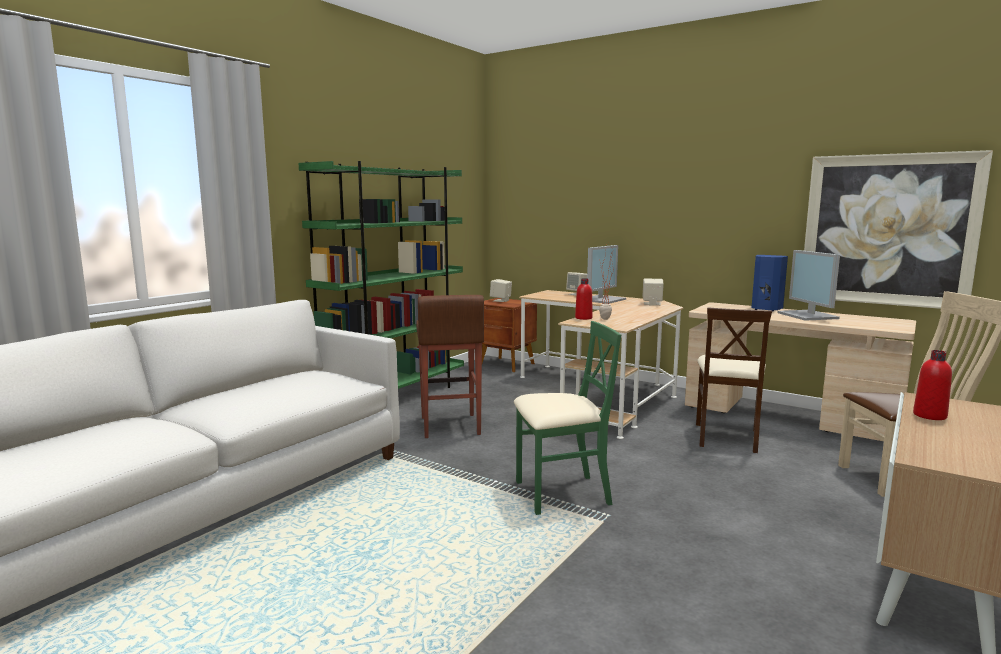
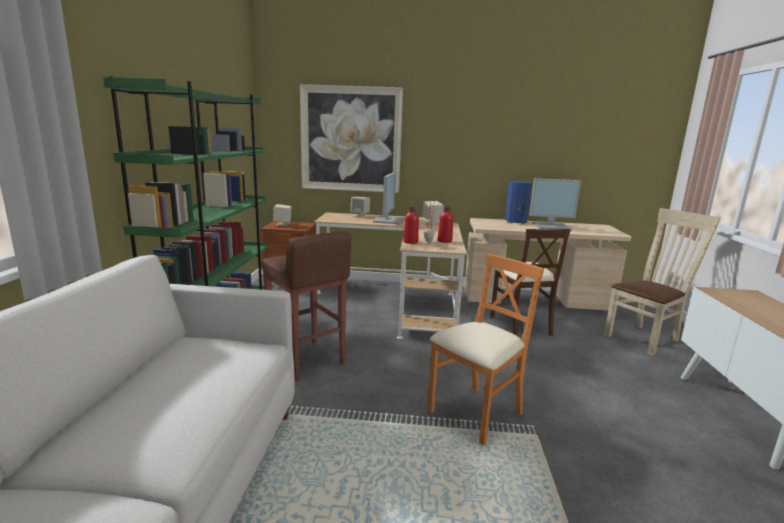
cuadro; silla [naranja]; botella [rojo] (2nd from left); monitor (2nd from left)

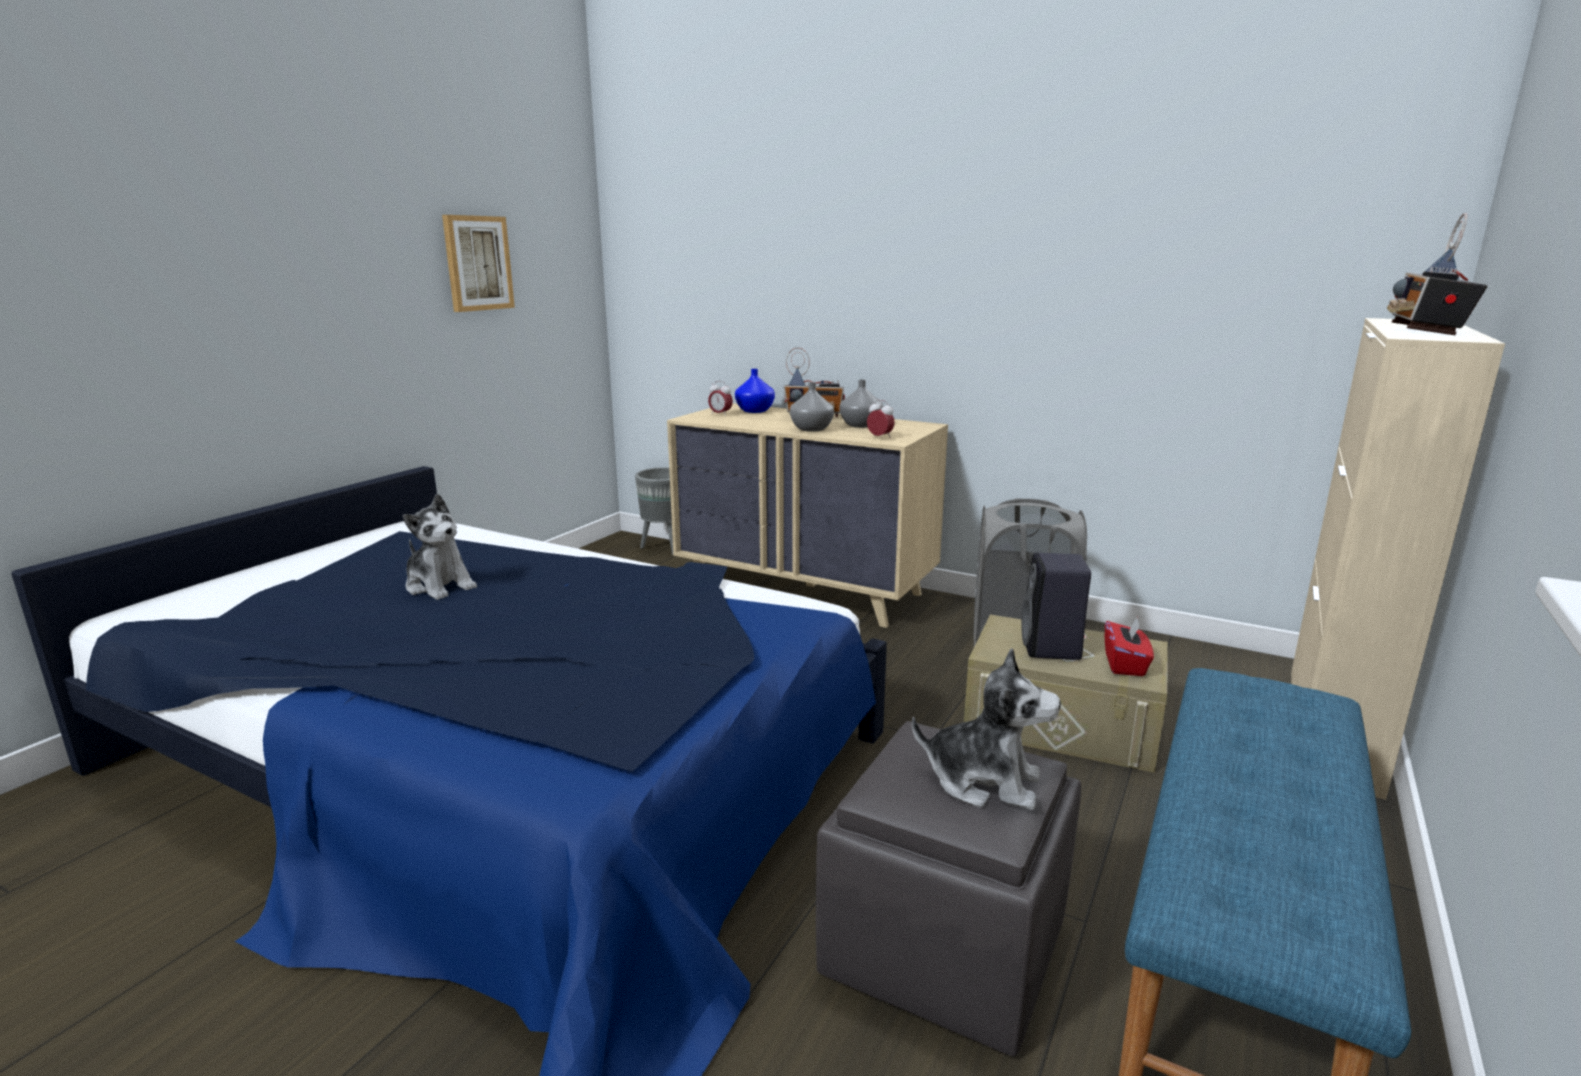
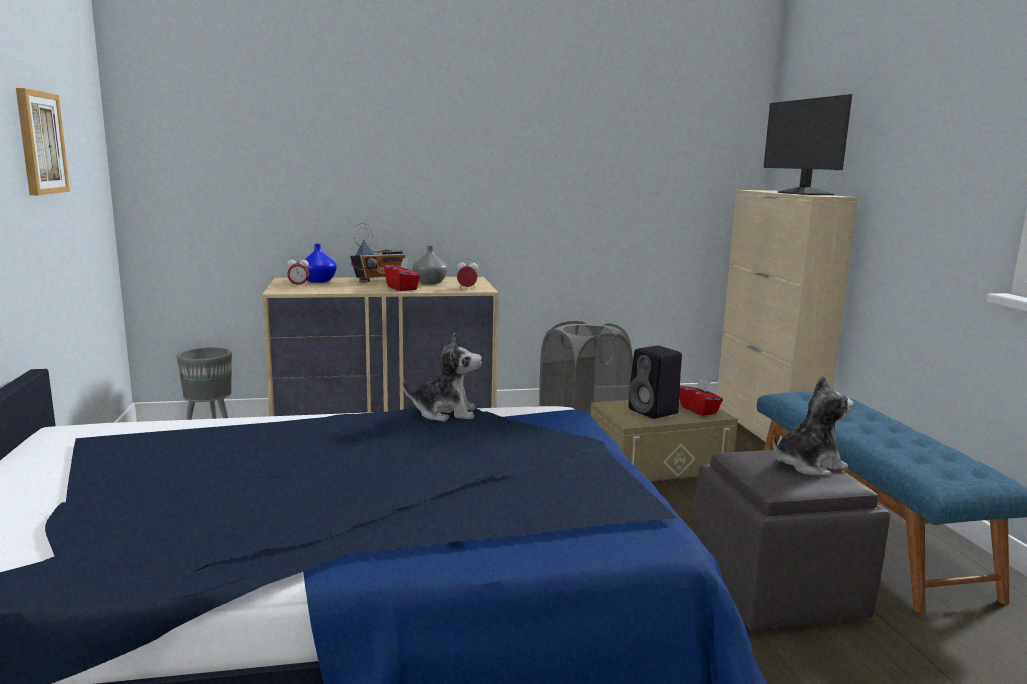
caja de pañuelos [rojo] (1st from left); peluche (1st from left); monitor

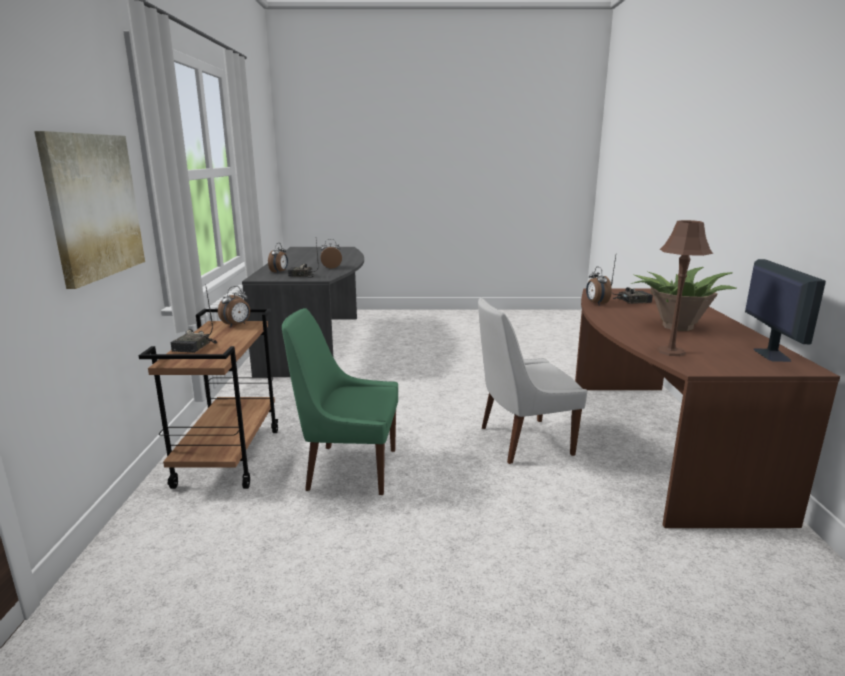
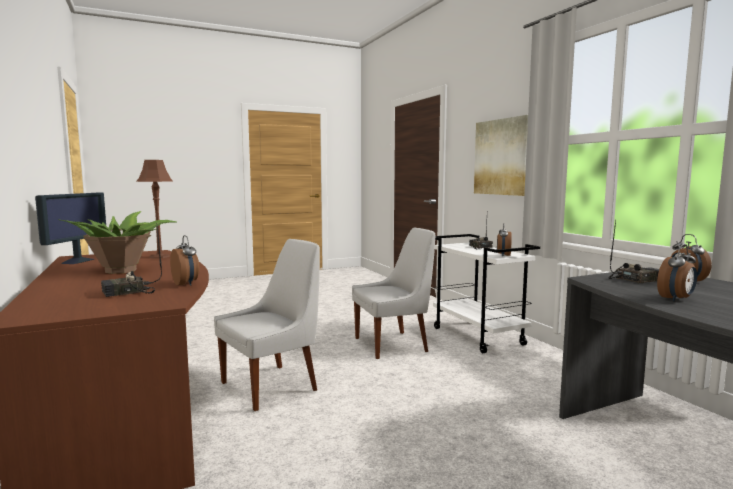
monitor; silla [blanco] (2nd from left); carrito [blanco]

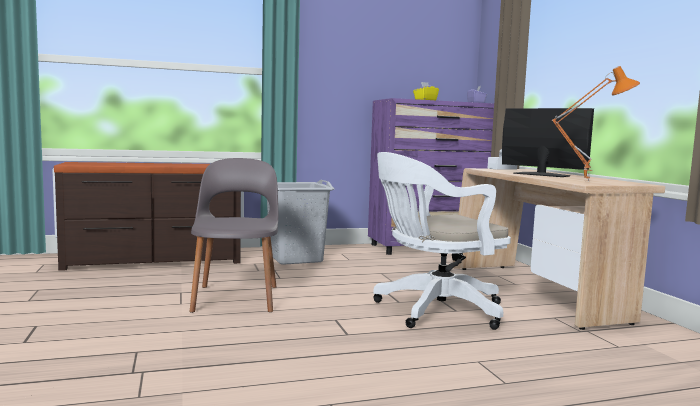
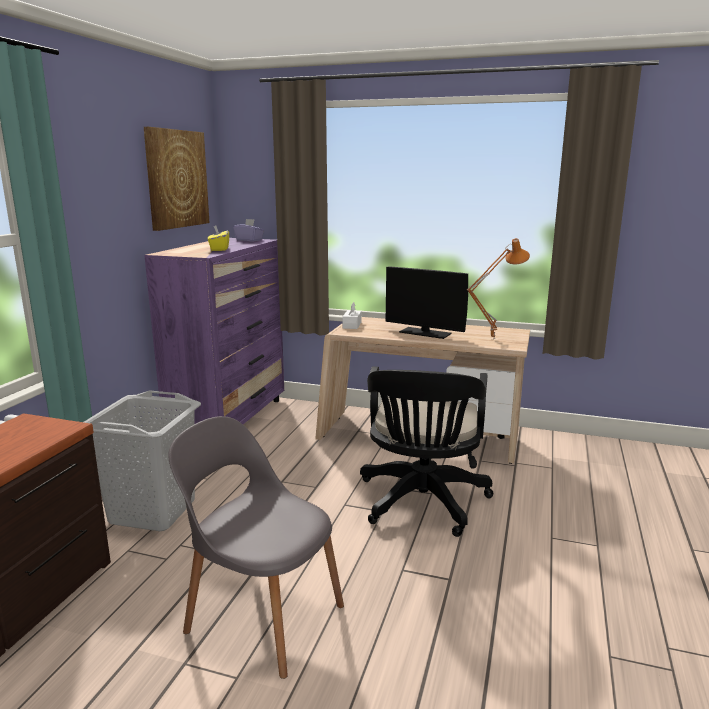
cuadro; silla de oficina [negro]; monitor

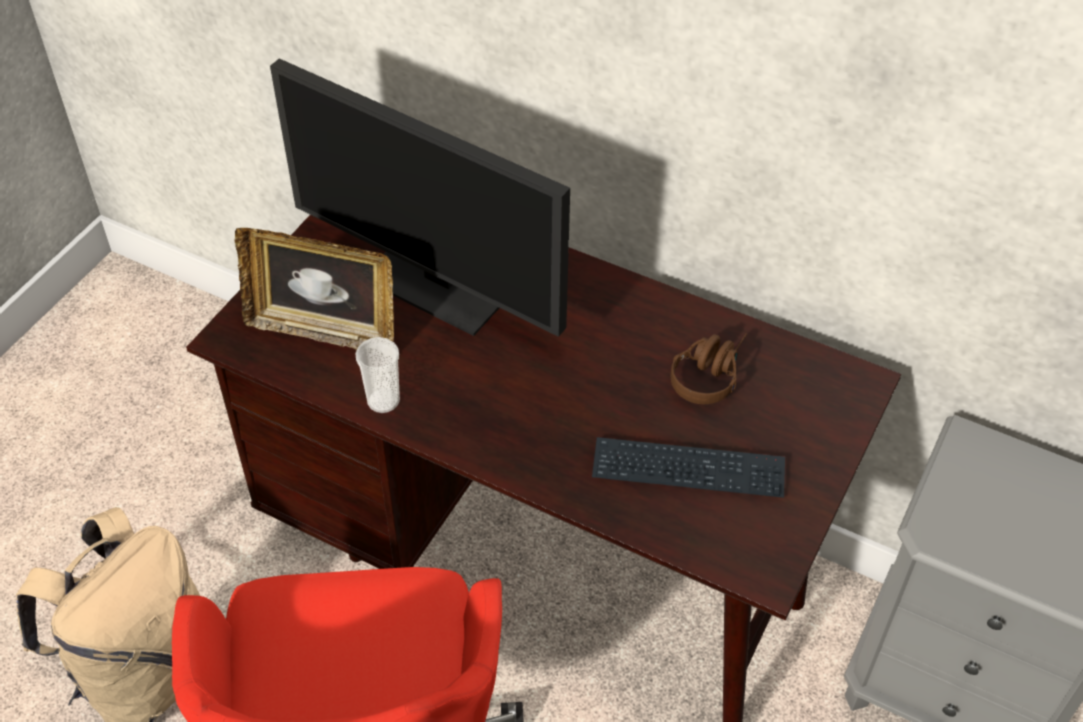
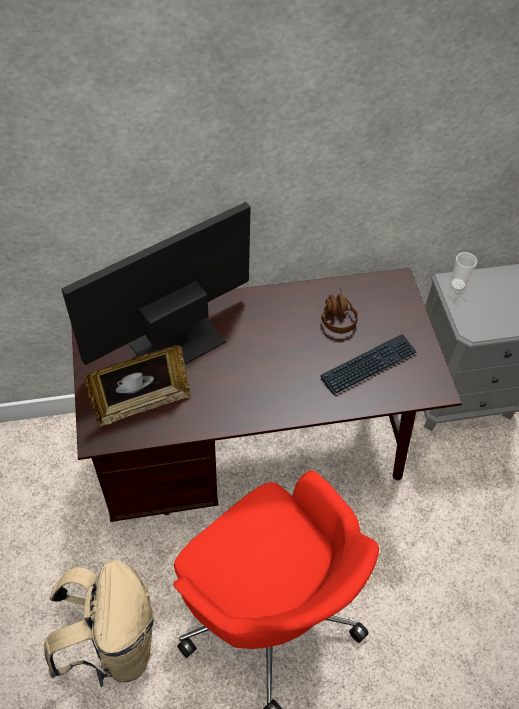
monitor; taza

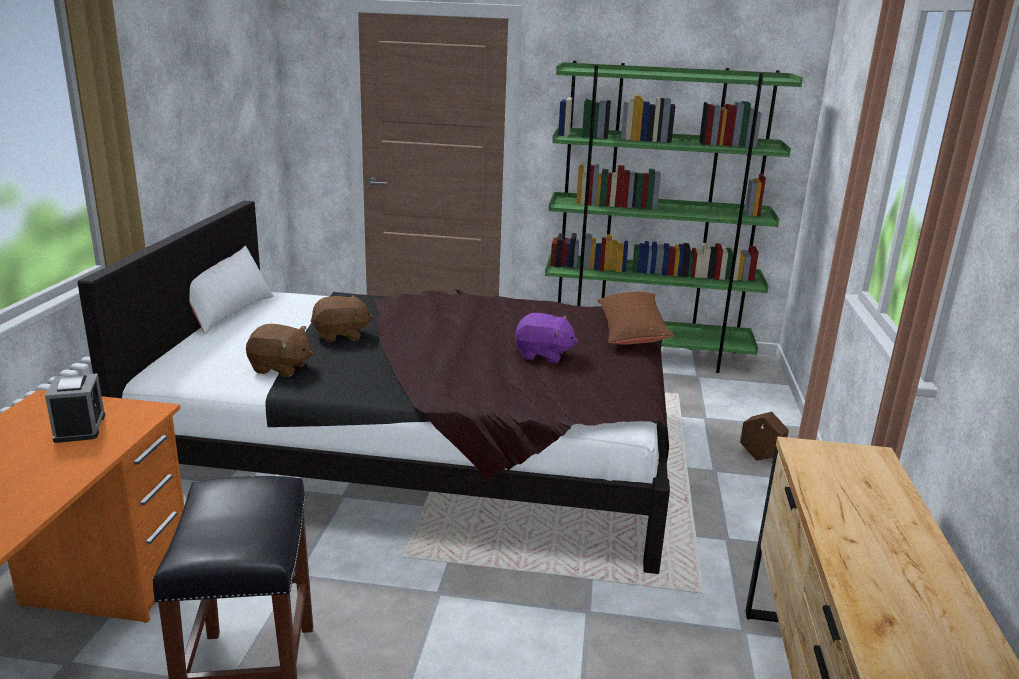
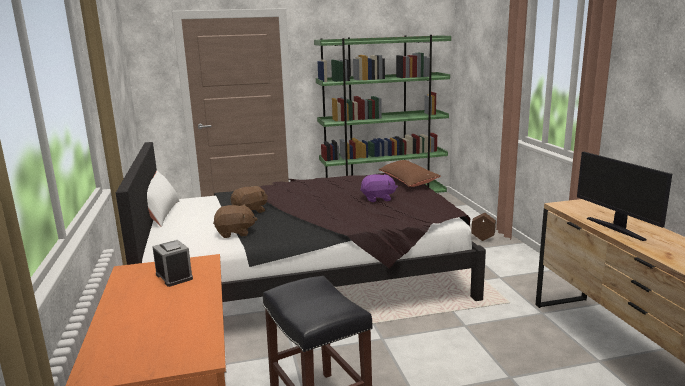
monitor

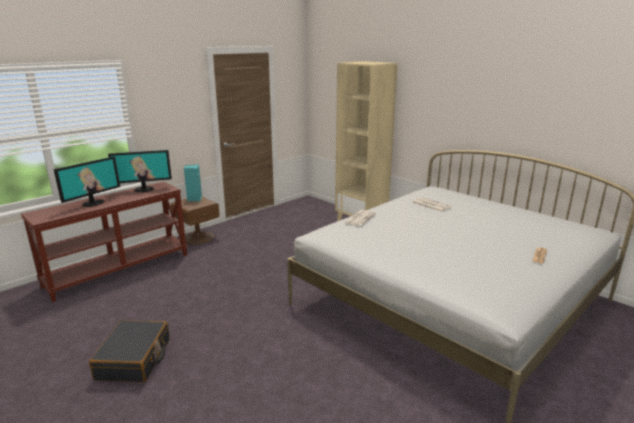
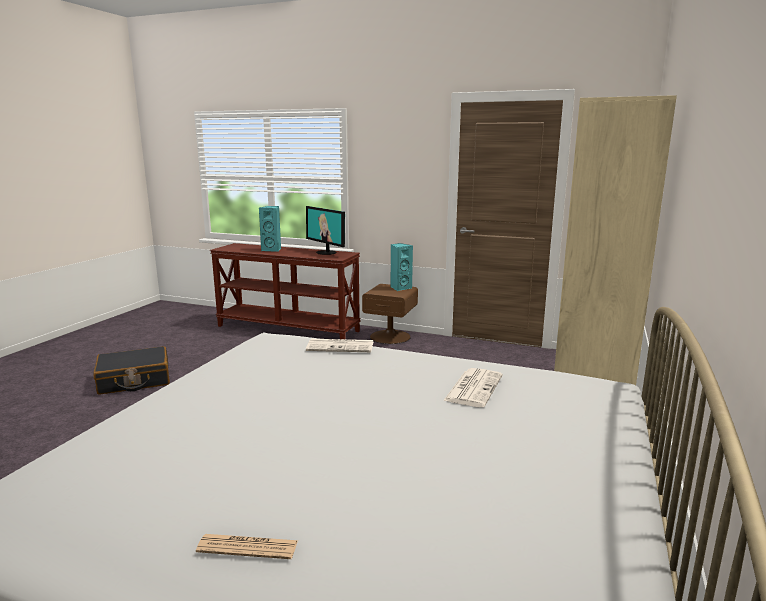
altavoz [turquesa] (1st from left)

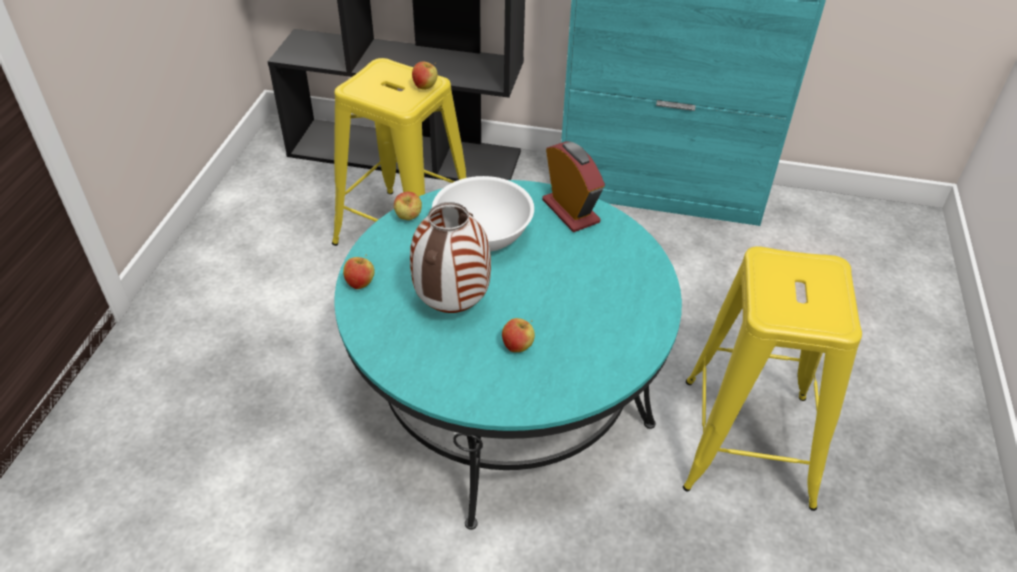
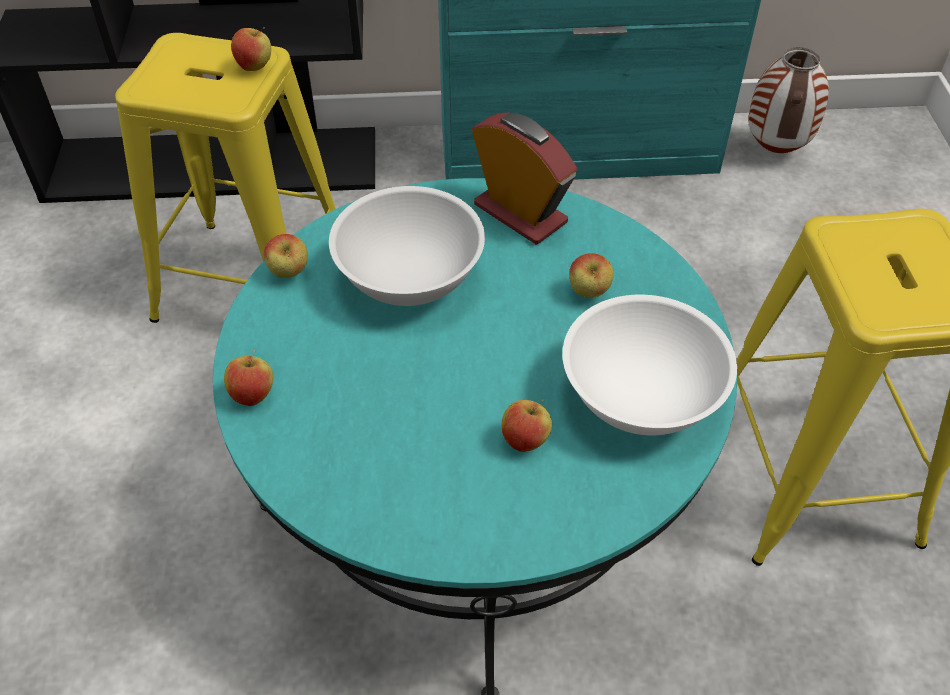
cuenco [blanco] (2nd from left); manzana (5th from left); florero

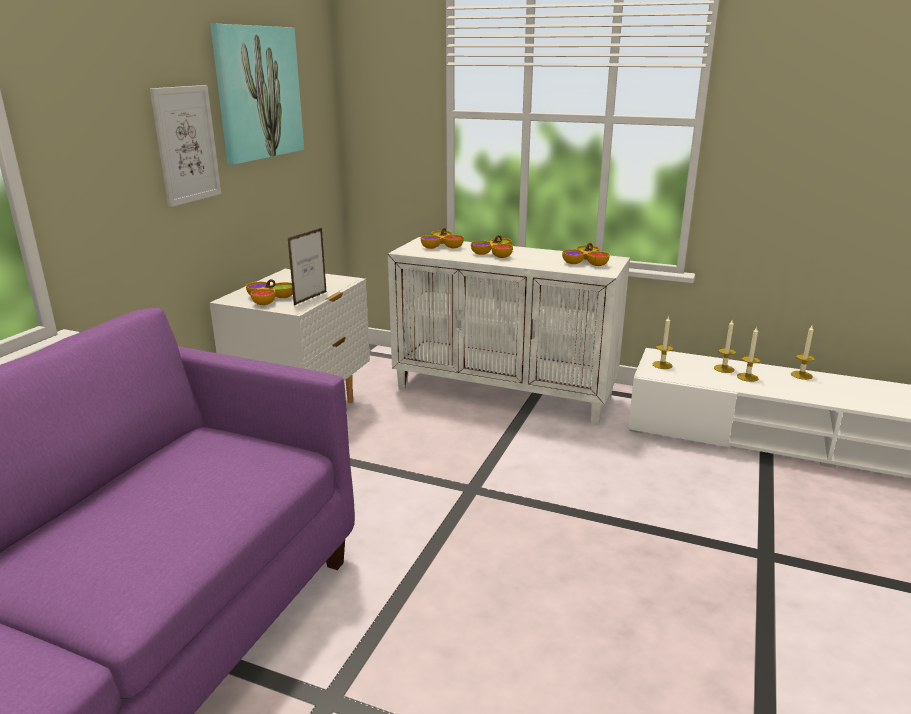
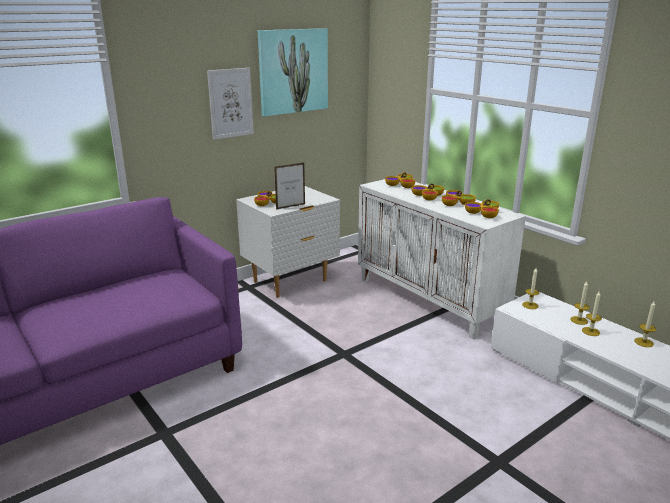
cuenco (4th from left)

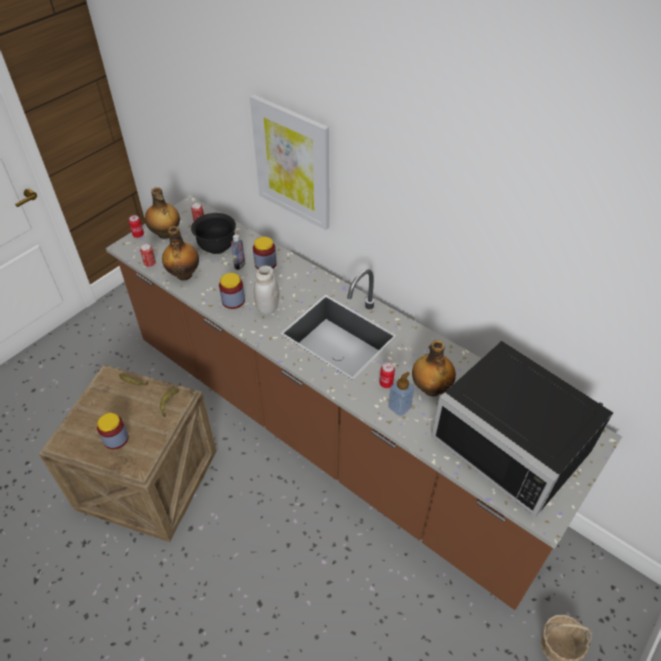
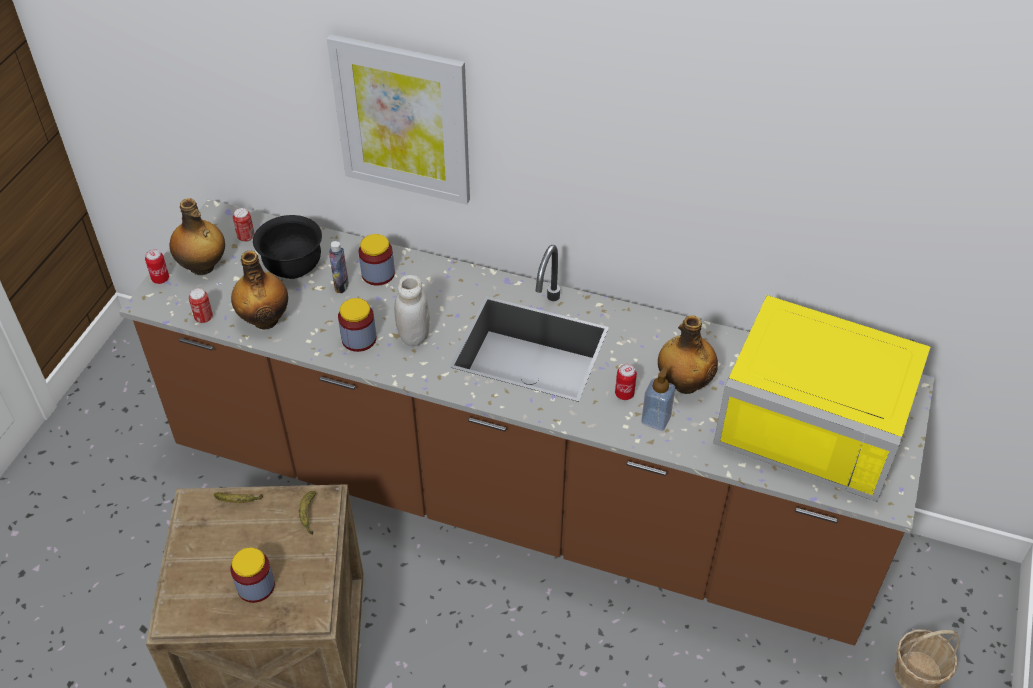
microondas [amarillo]

